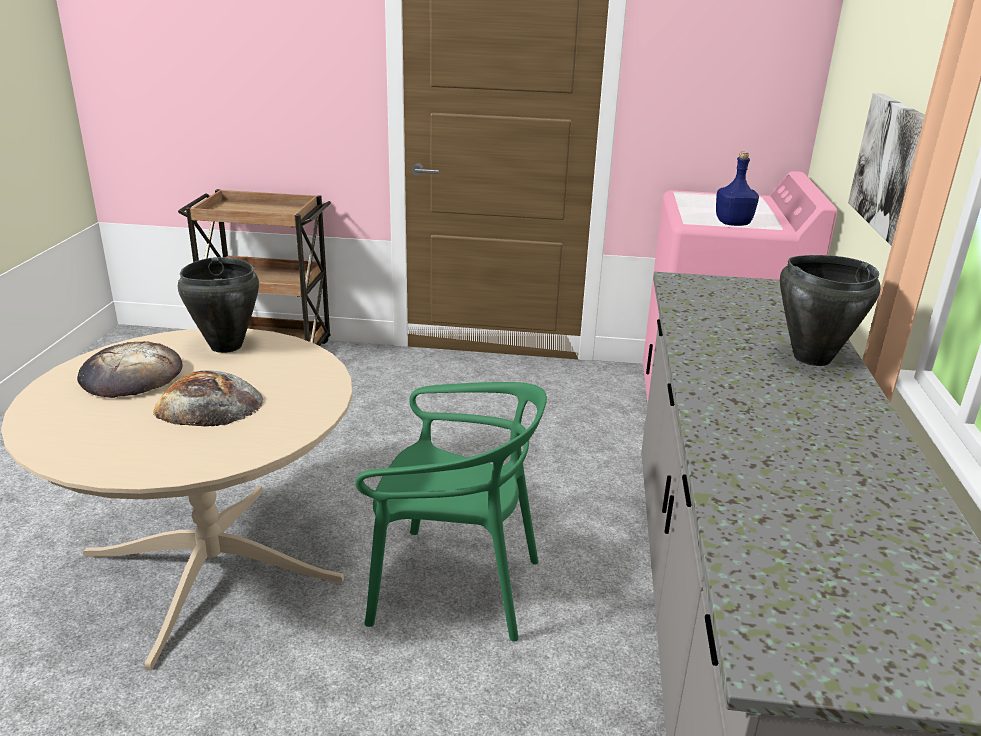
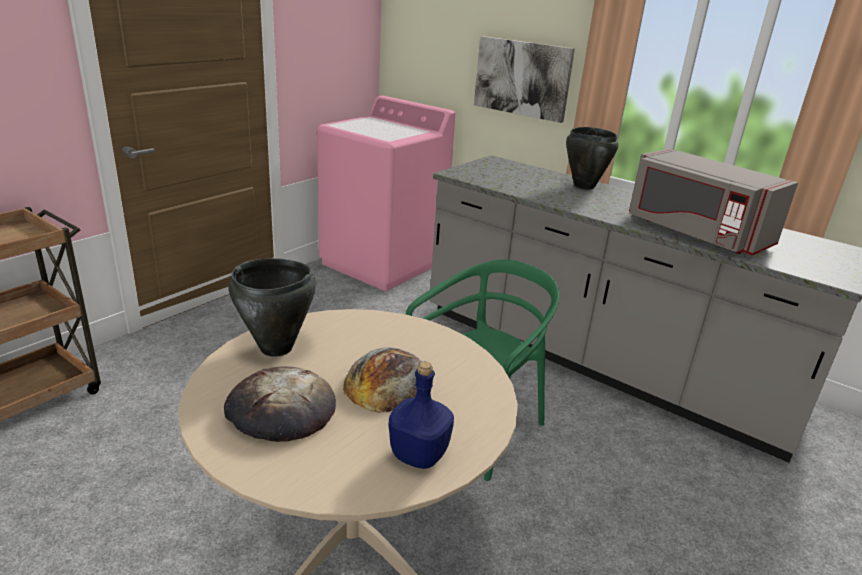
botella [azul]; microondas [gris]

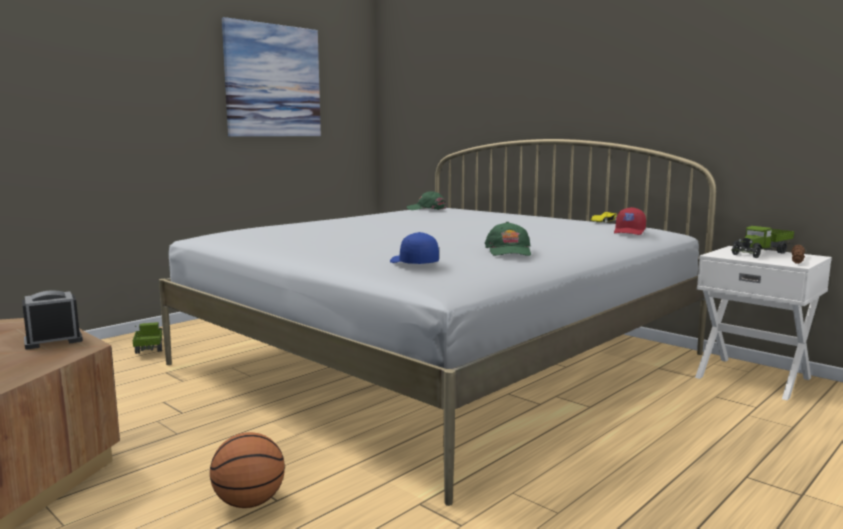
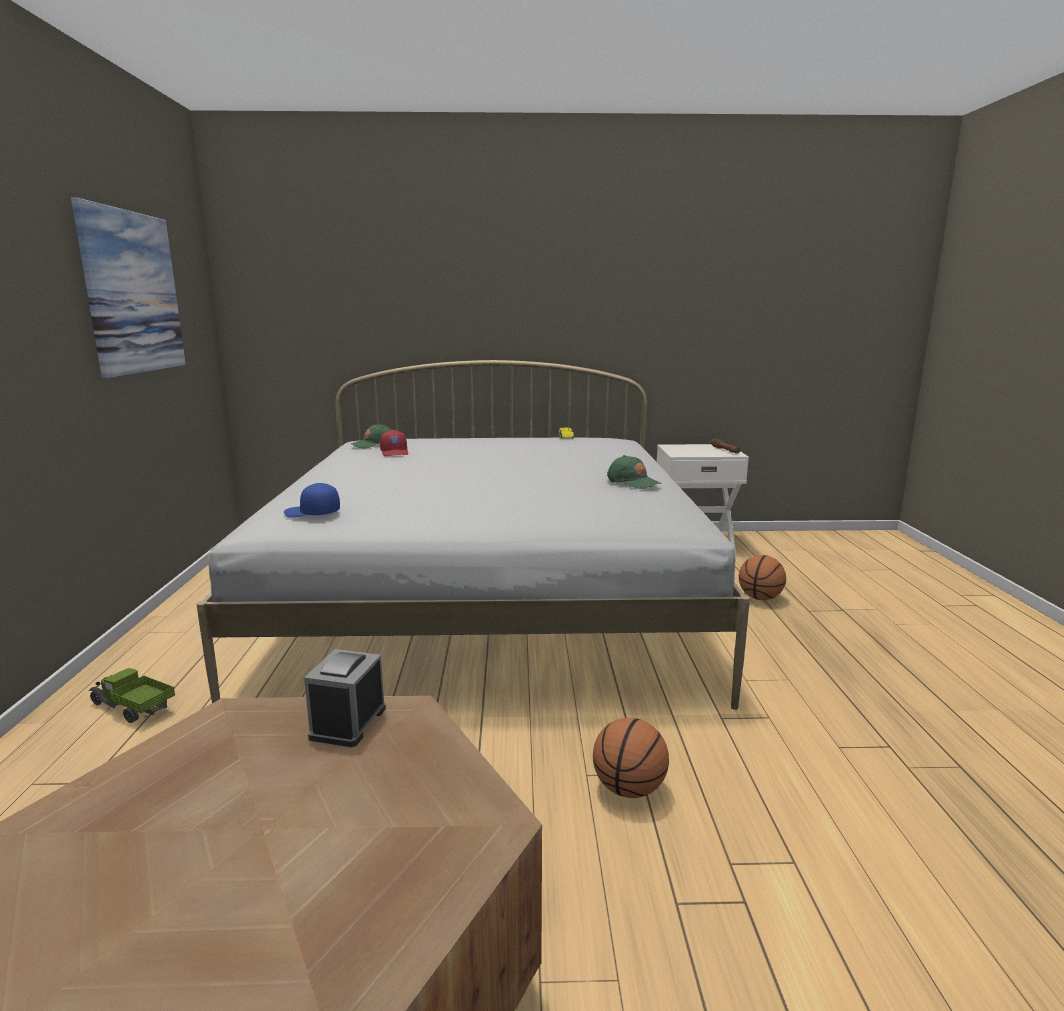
gorra [azul]; gorra [rojo]; balón de baloncesto (2nd from left); camión de juguete (2nd from left in the first image)

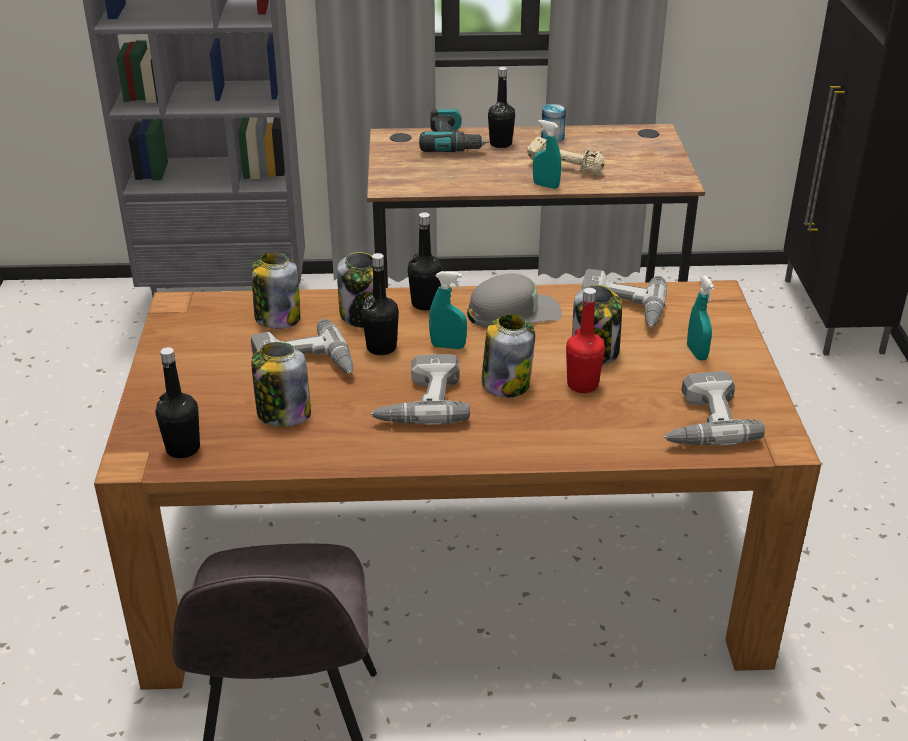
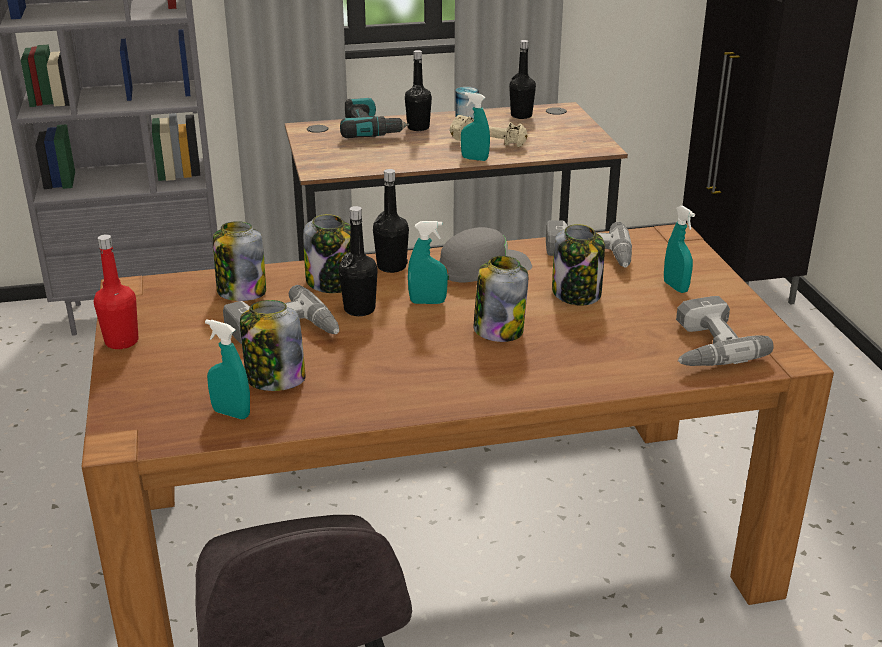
botella [rojo]; pulverizador [turquesa] (1st from left); botella [negro] (4th from left); taladro (2nd from left in the first image)

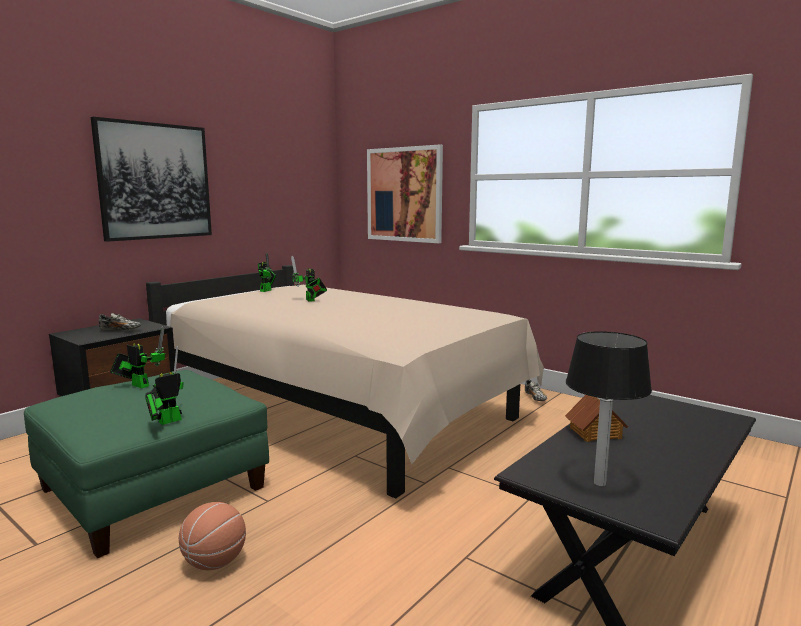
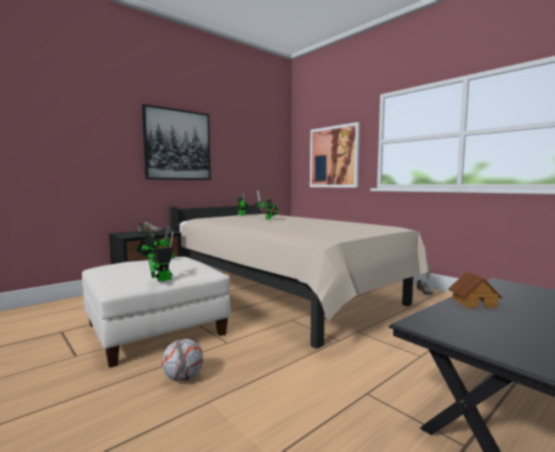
puf [blanco]; balón de fútbol; lámpara de mesa

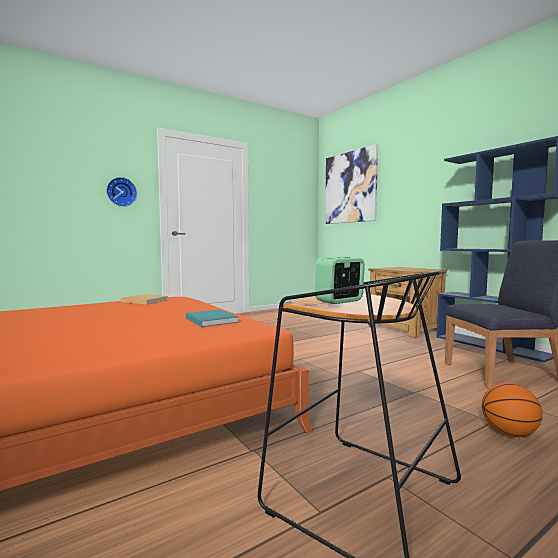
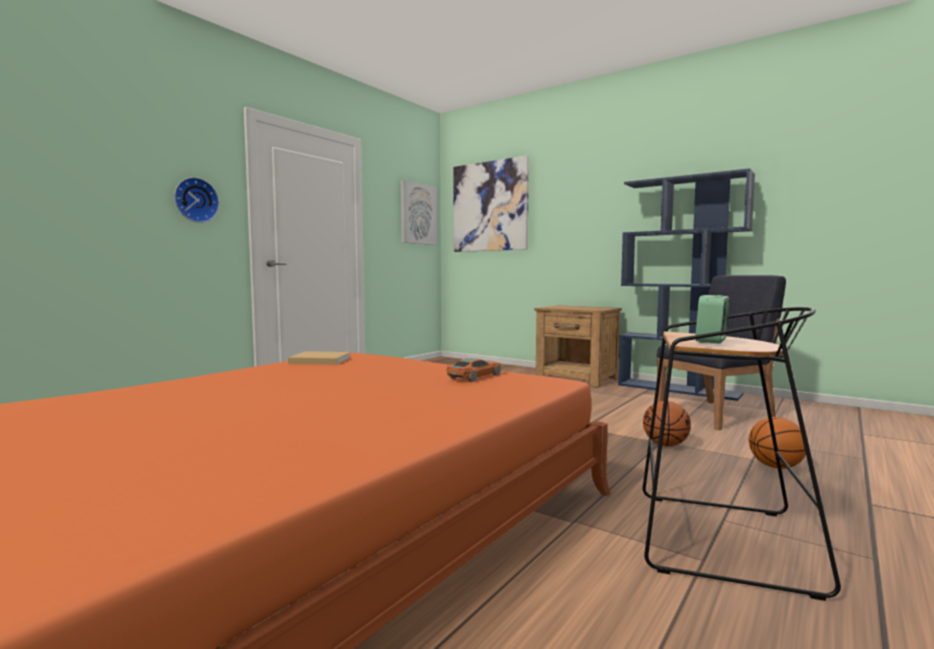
cuadro (1st from left); coche de juguete; balón de baloncesto (1st from left)

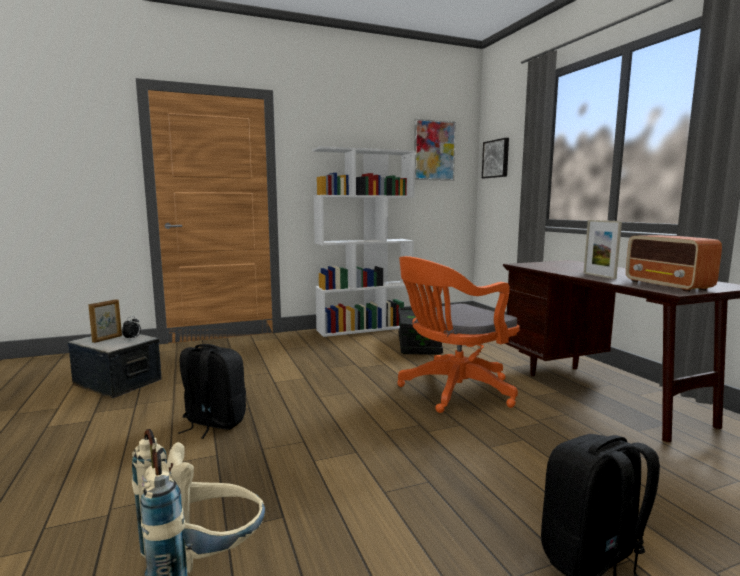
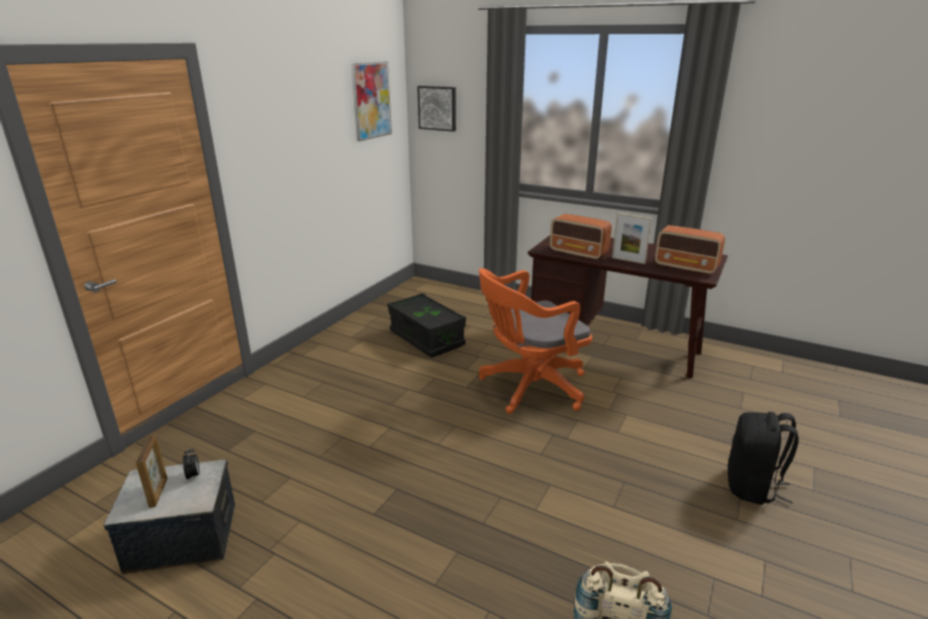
silla de oficina [naranja]; radio (1st from left); mochila [negro] (1st from left in the first image); estantería [blanco]

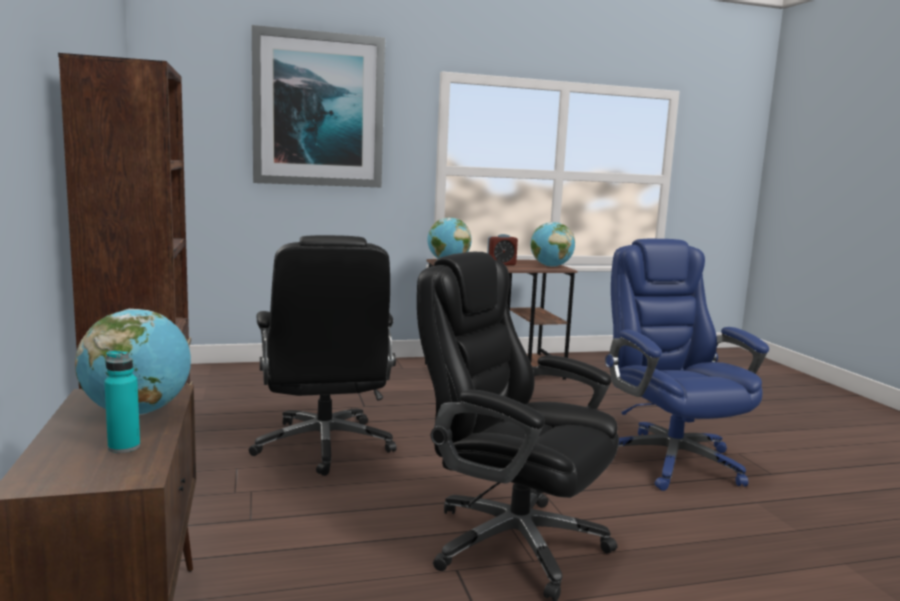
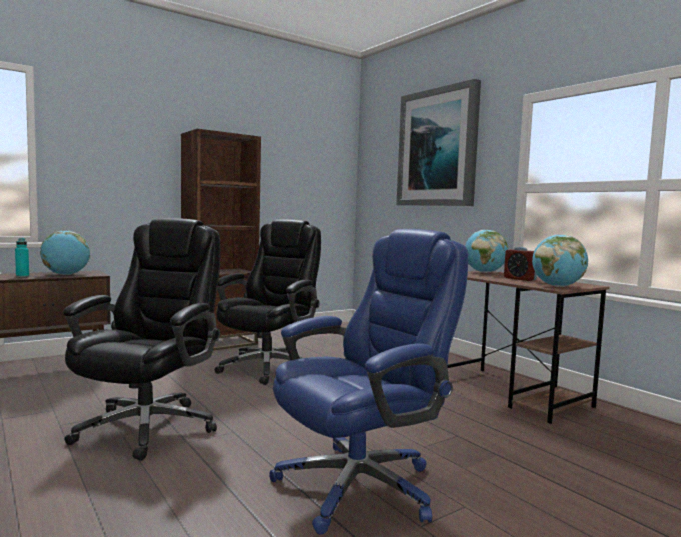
silla de oficina [negro] (2nd from left)

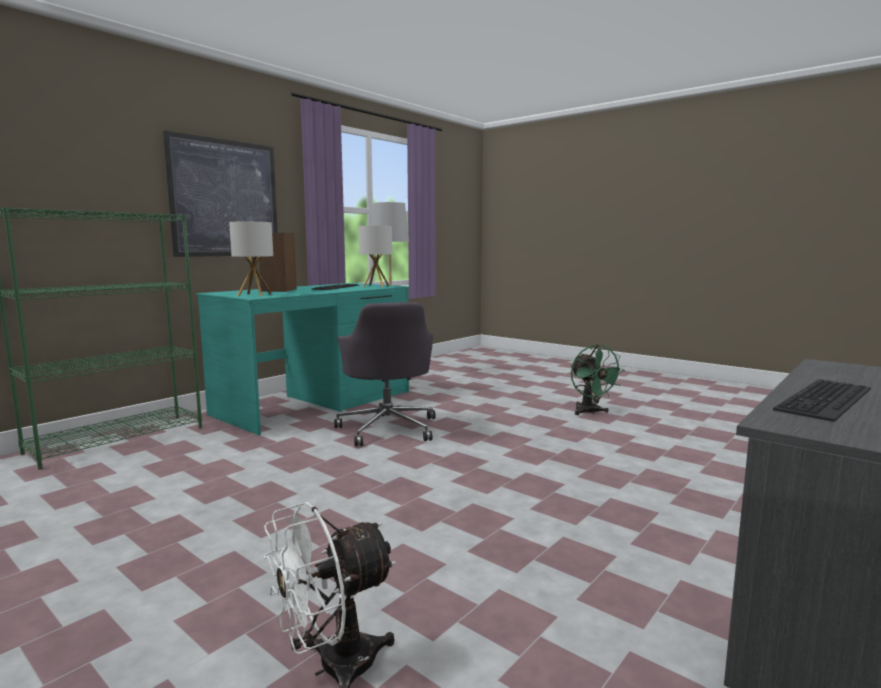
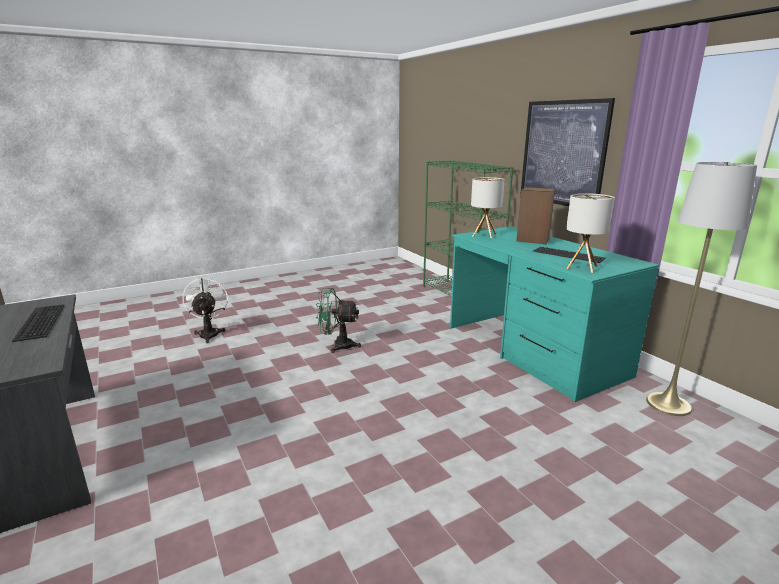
ventilador [verde]; silla de oficina [gris]

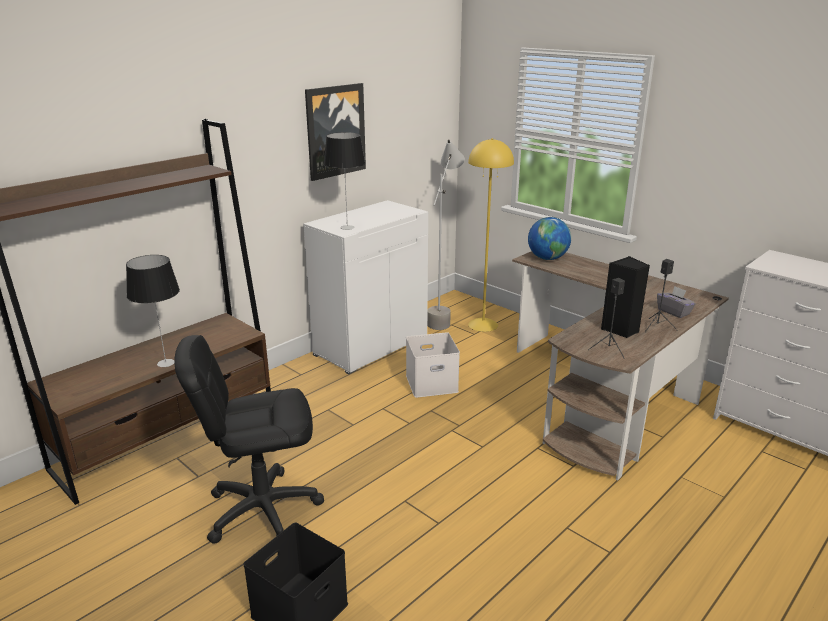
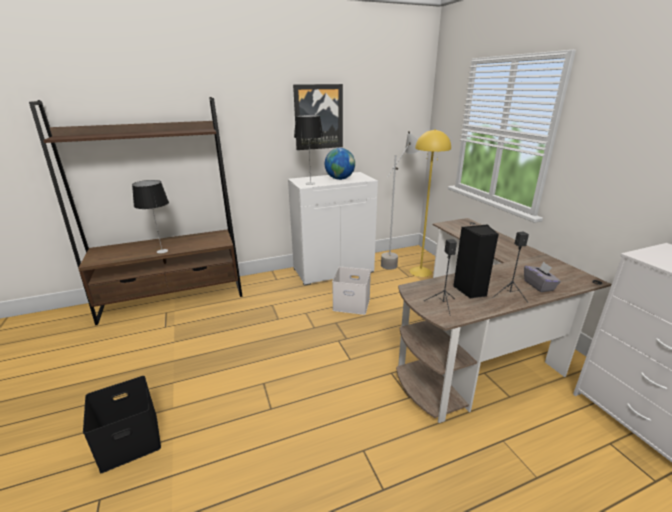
globo terráqueo; silla de oficina [negro]

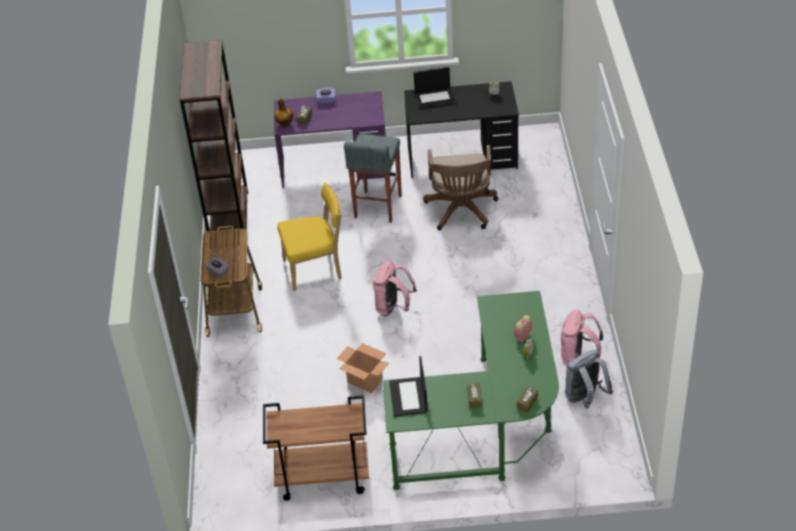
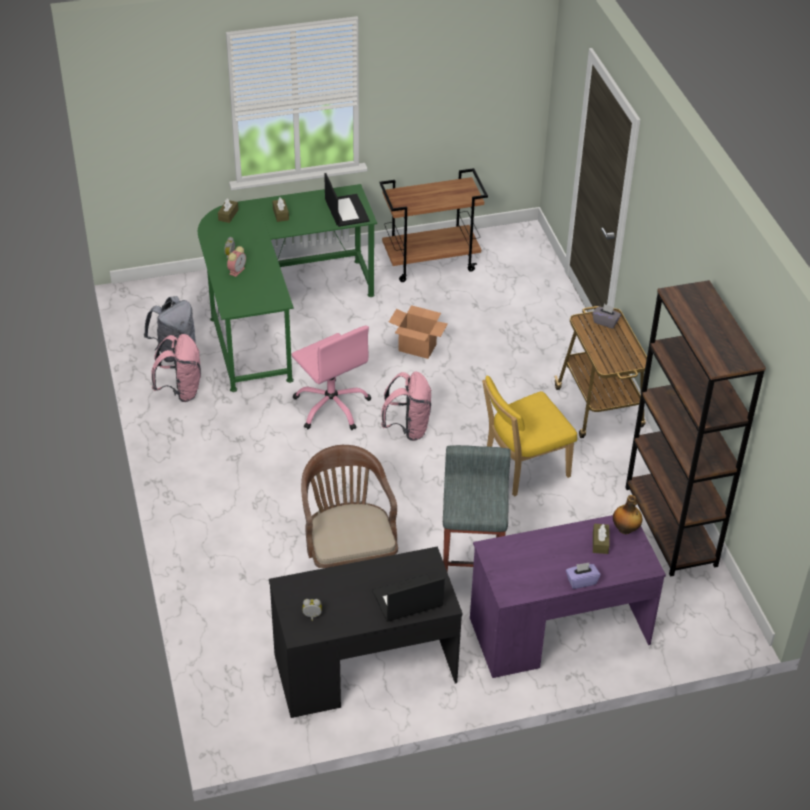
silla de oficina [rosa]

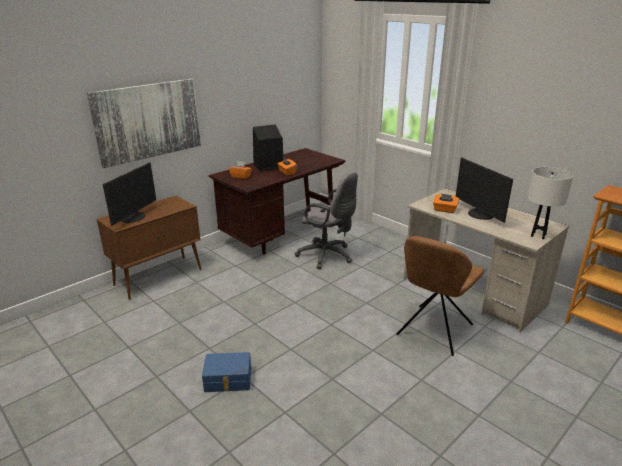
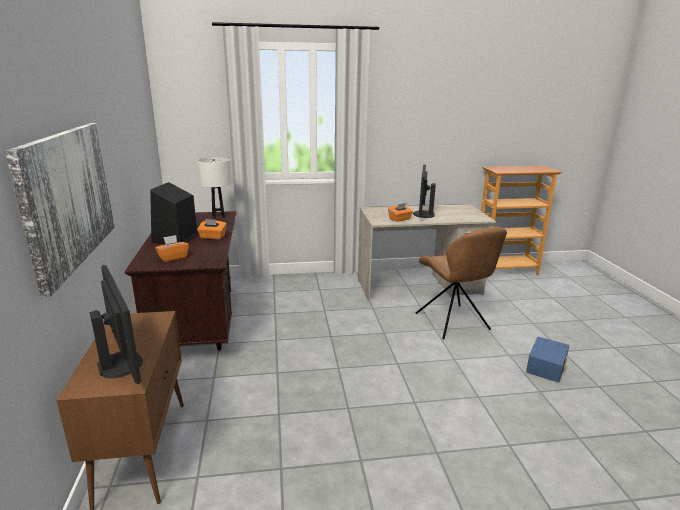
lámpara de mesa [blanco]; monitor (2nd from left); caja de almacenaje [azul]; silla de oficina [gris]

